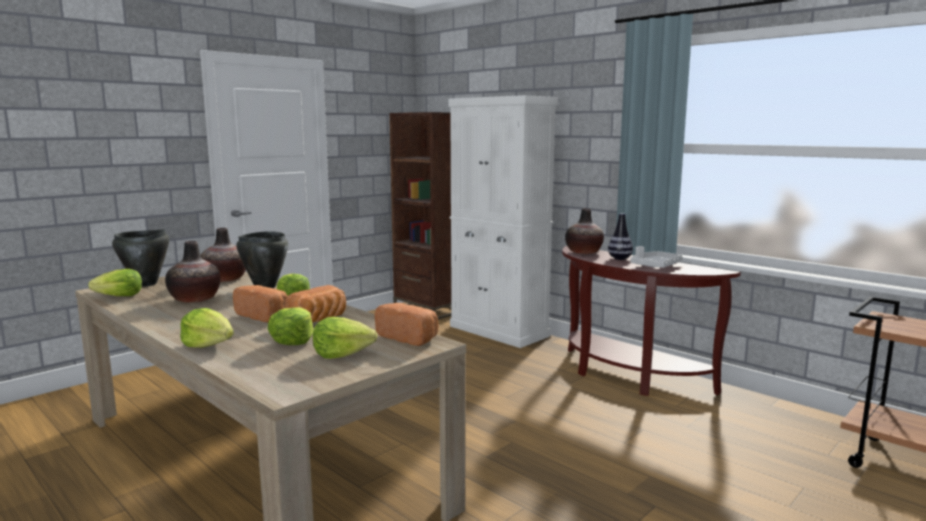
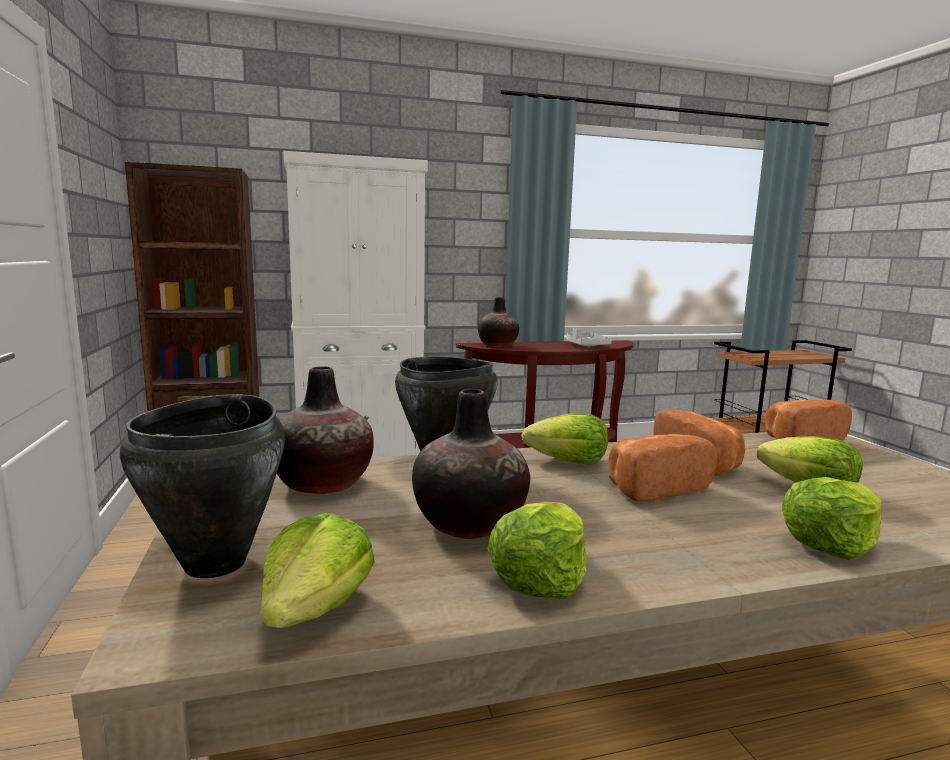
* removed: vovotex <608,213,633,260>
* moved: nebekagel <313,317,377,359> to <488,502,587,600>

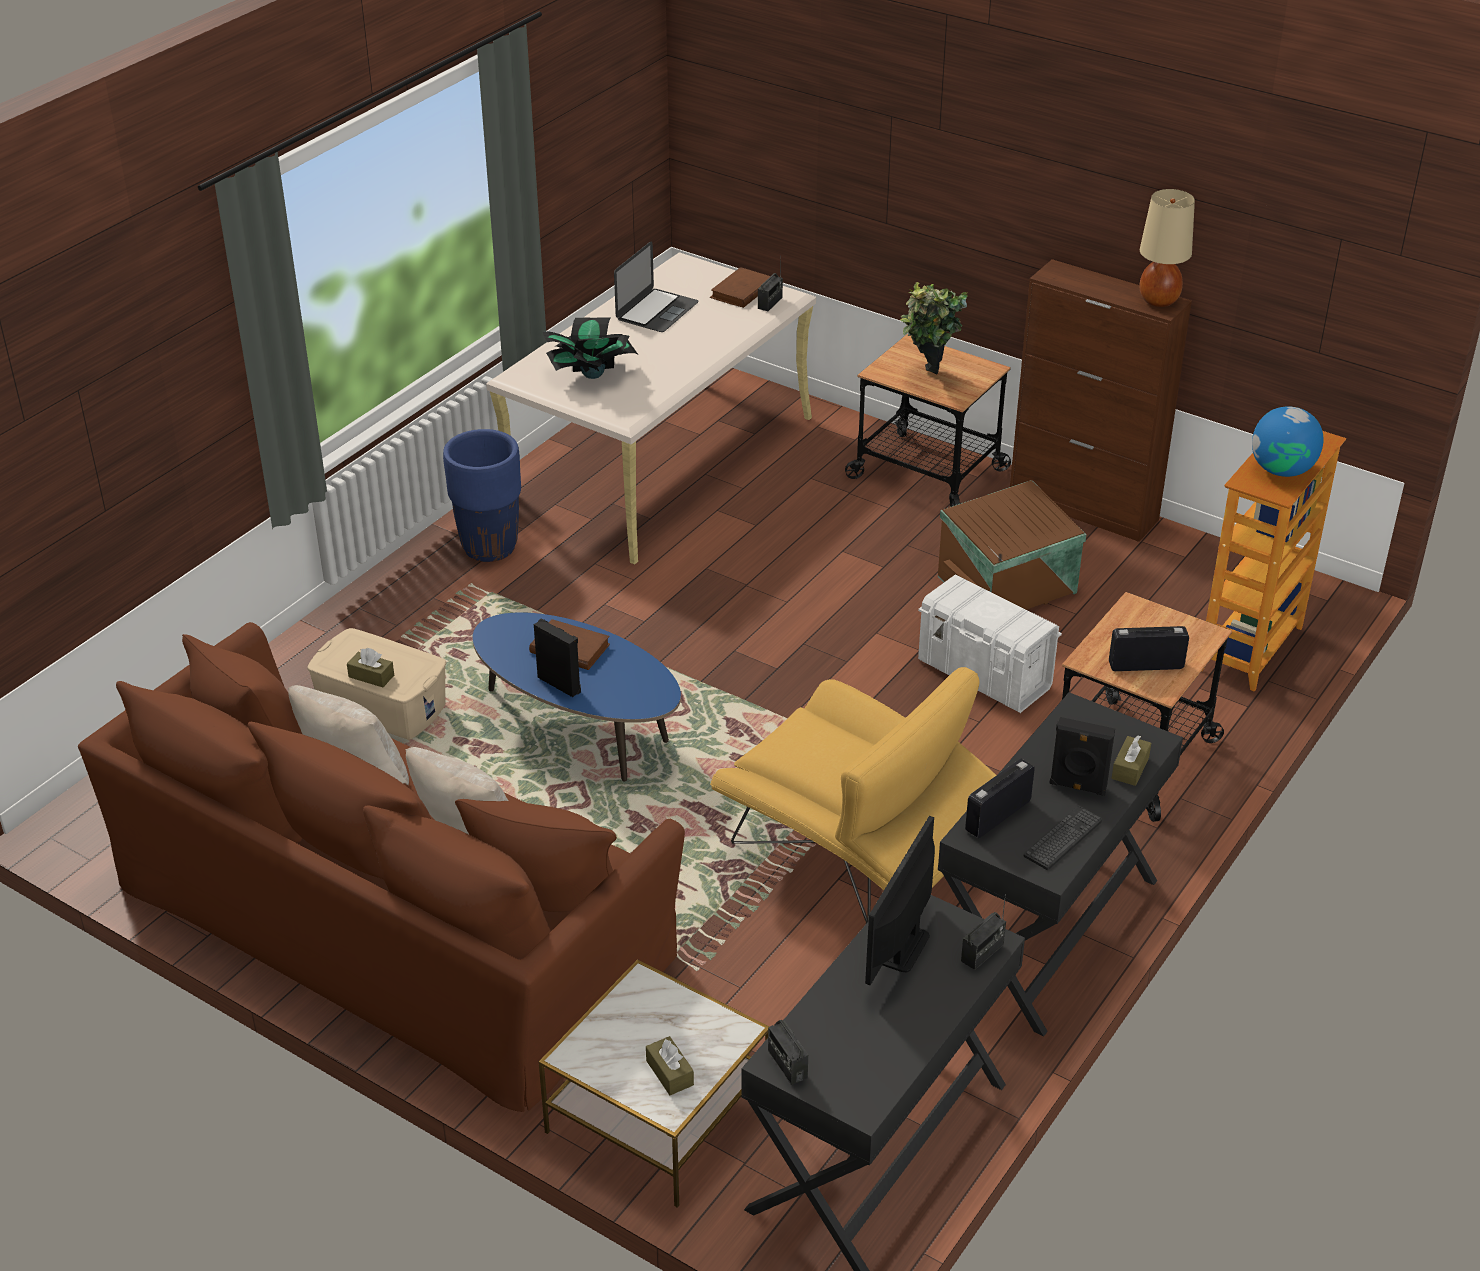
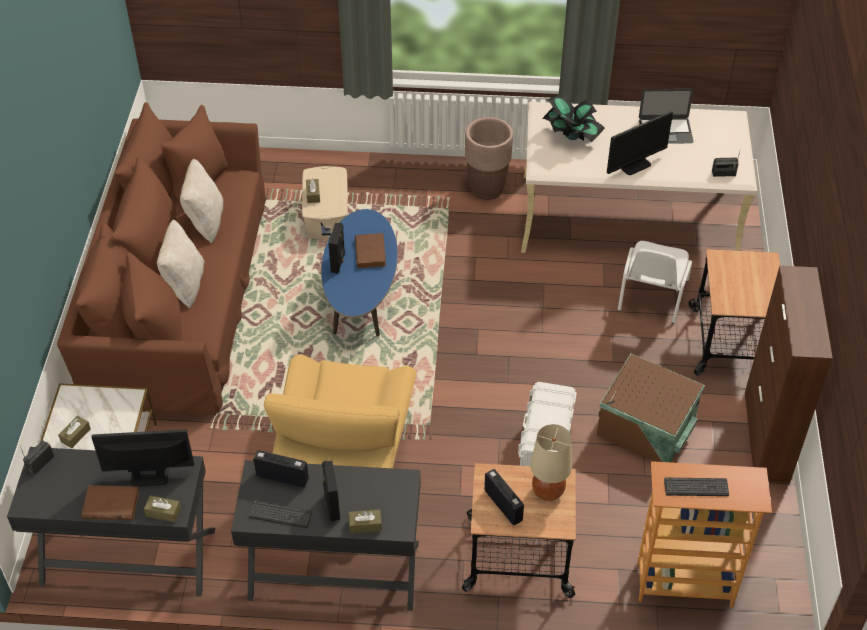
* removed: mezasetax <900,282,968,375>
* added: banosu <607,111,673,175>
* added: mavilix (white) <618,241,692,324>
* moved: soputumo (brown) <710,267,770,308> to <82,485,140,520>
* moved: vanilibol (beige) <1140,189,1195,307> to <530,424,572,501>
* replaced: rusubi <961,894,1006,970> to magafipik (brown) <144,495,181,522>
* replaced: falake <1252,407,1323,477> to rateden <664,478,729,496>
* recoloured: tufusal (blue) <443,429,521,562> to tufusal (brown) <465,117,513,200>

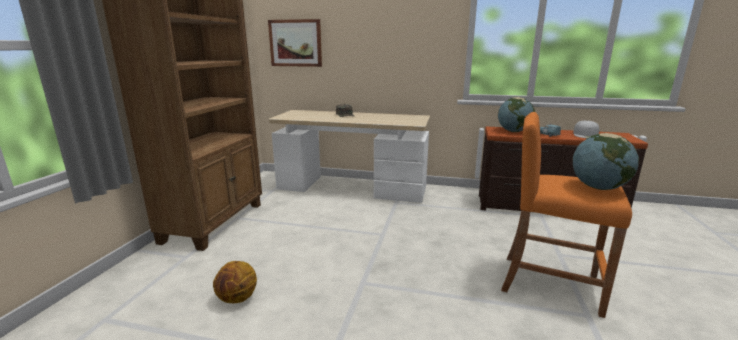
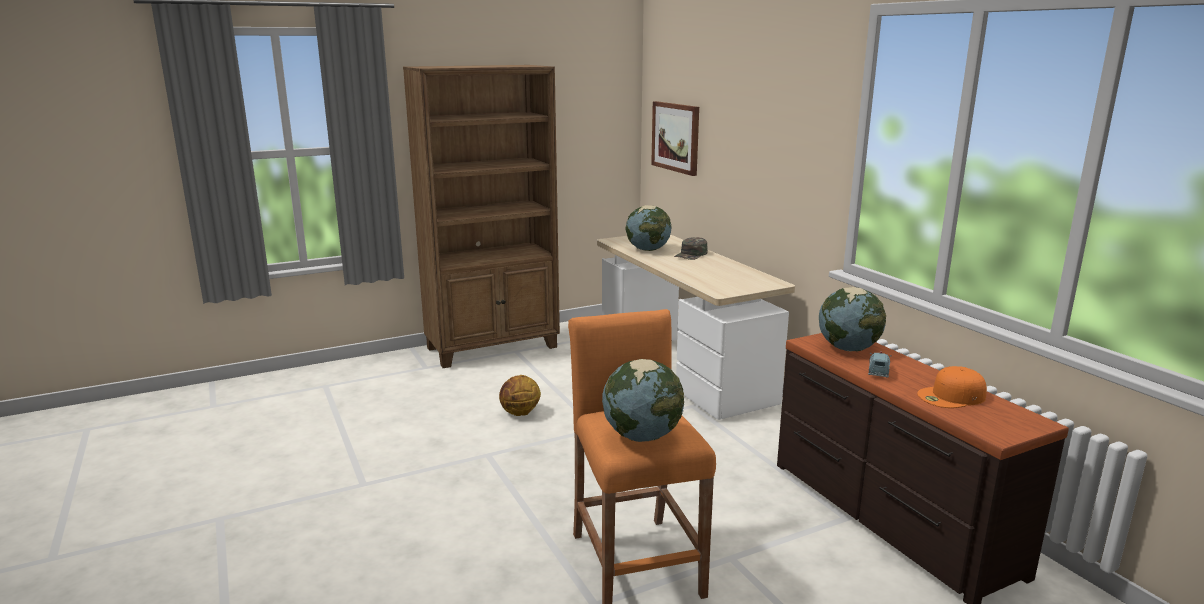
* added: falake <626,205,672,251>
* moved: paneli <213,261,257,303> to <499,375,541,416>
* recoloured: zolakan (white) <573,121,599,138> to zolakan (orange) <917,366,987,408>

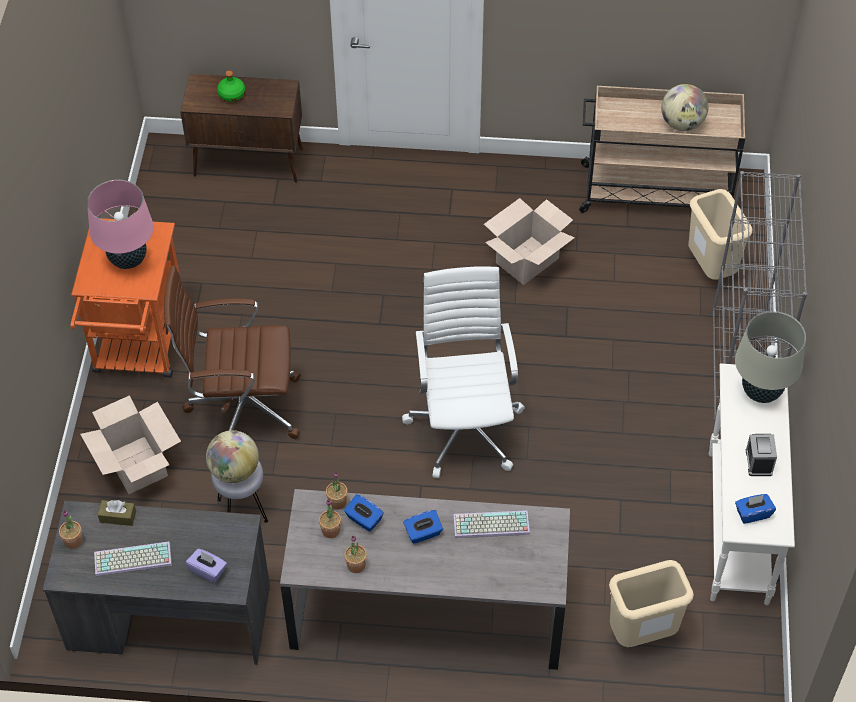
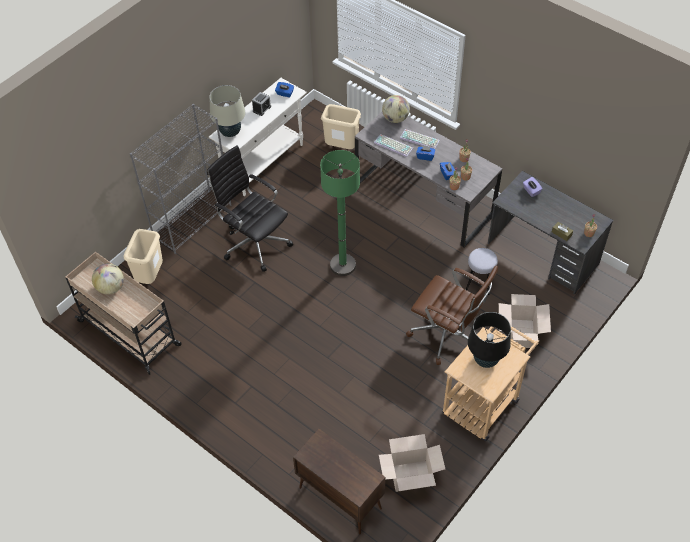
* removed: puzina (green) <217,70,245,102>
* added: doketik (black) <207,145,293,272>
* moved: rateden <94,542,172,576> to <400,129,440,149>
* moved: falake <206,430,259,483> to <382,95,410,123>
* moved: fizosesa <484,198,575,285> to <379,434,445,492>
* replaced: doketik (white) <402,266,525,478> to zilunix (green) <320,150,360,276>
* recoloured: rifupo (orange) <71,218,180,378> to rifupo (beige) <443,326,539,441>
* recoloured: vanilibol (pink) <87,180,153,269> to vanilibol (black) <468,312,511,368>

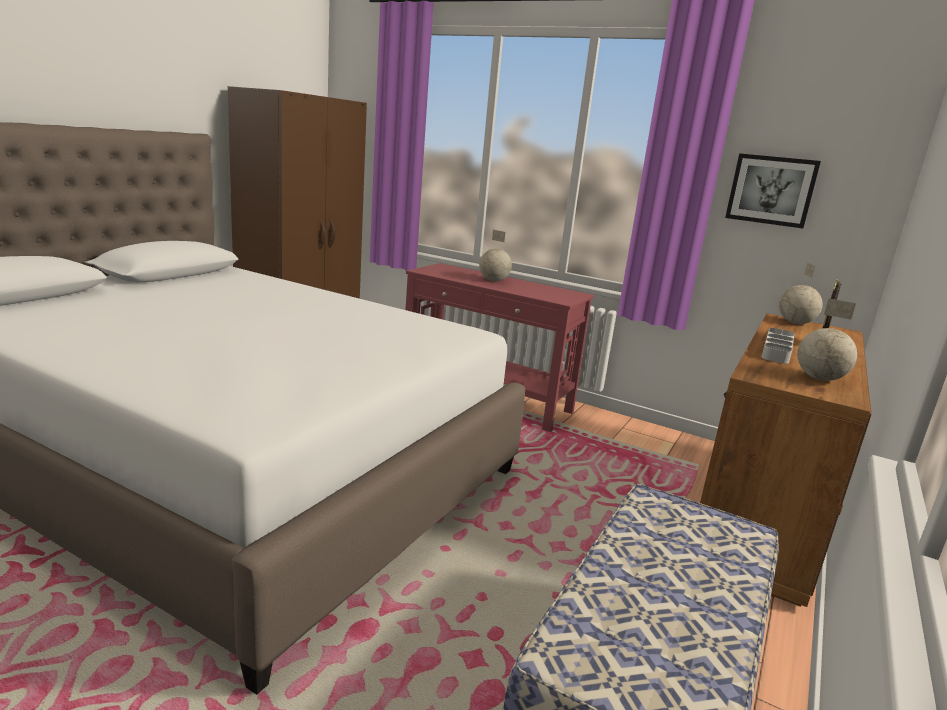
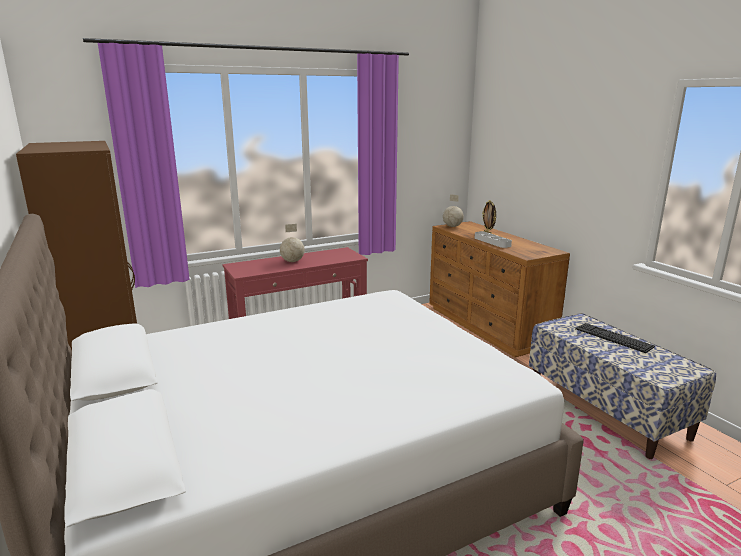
* removed: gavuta <725,153,821,228>
* removed: falake <797,298,857,381>
* added: rateden <575,323,655,353>

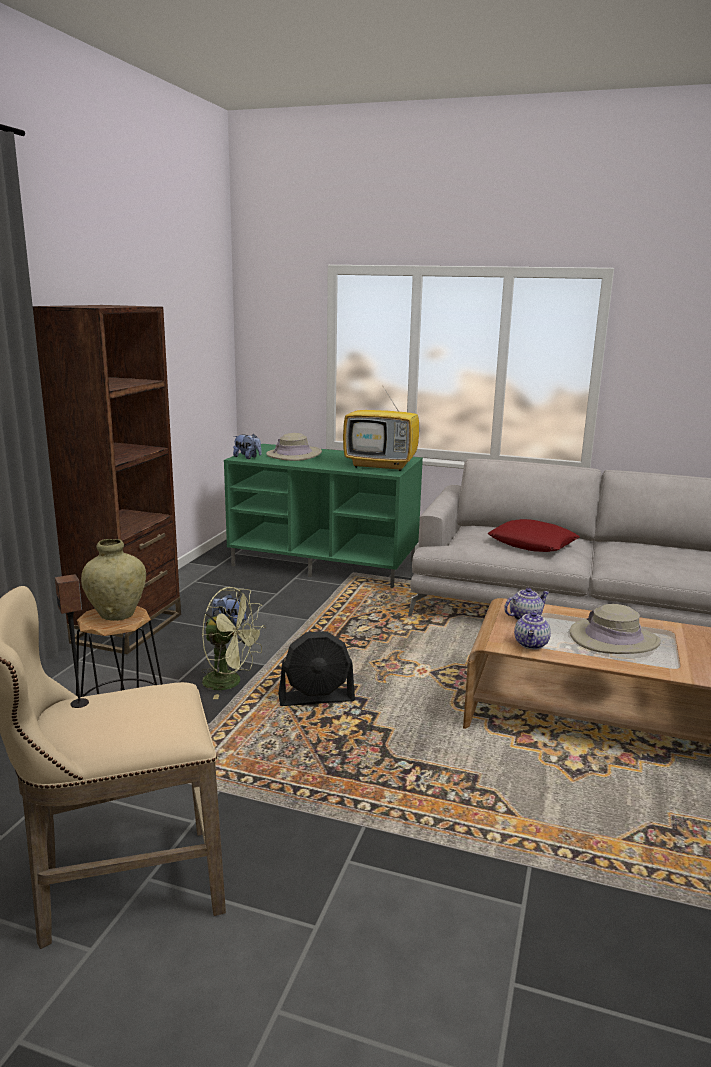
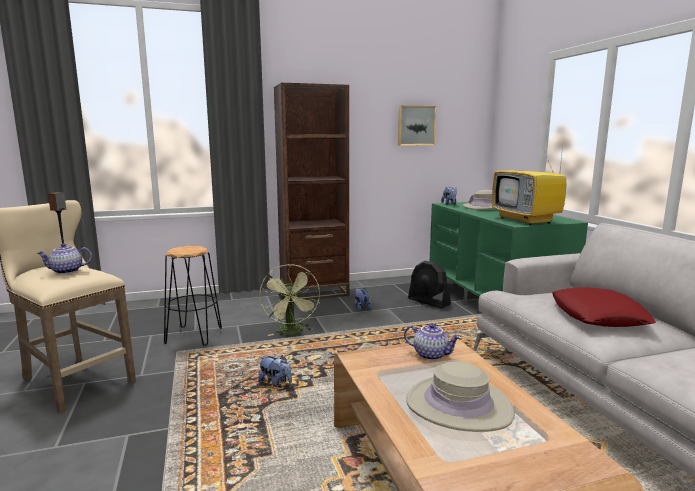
* removed: vovotex (beige) <81,539,146,621>
* added: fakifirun <258,355,292,387>
* added: gavuta <398,105,436,145>
* moved: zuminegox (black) <278,631,355,706> to <408,261,451,308>
* moved: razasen <514,610,551,650> to <38,243,92,274>

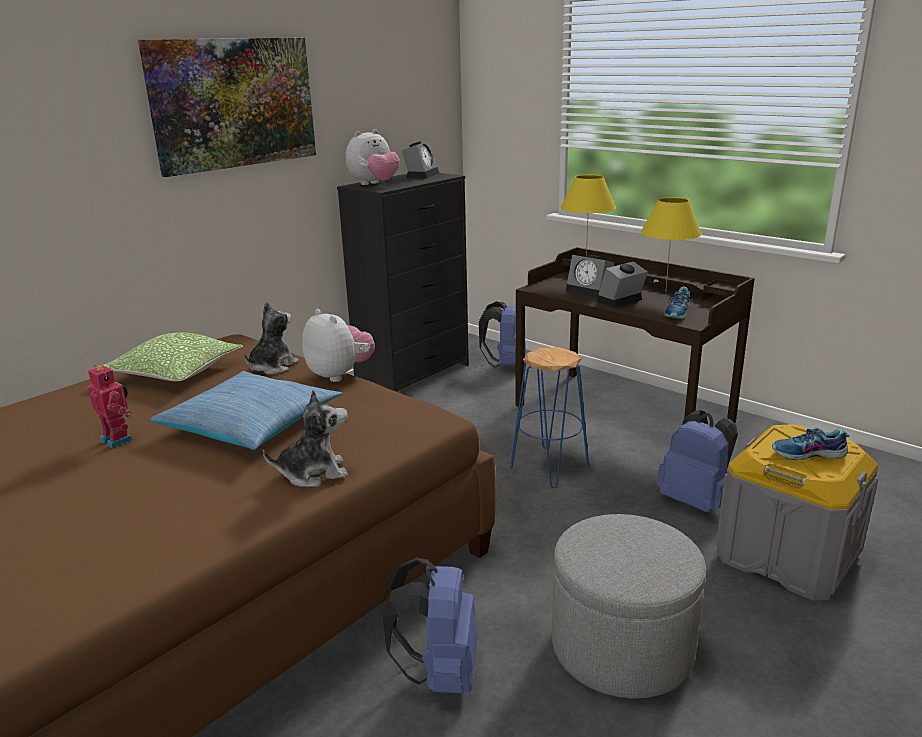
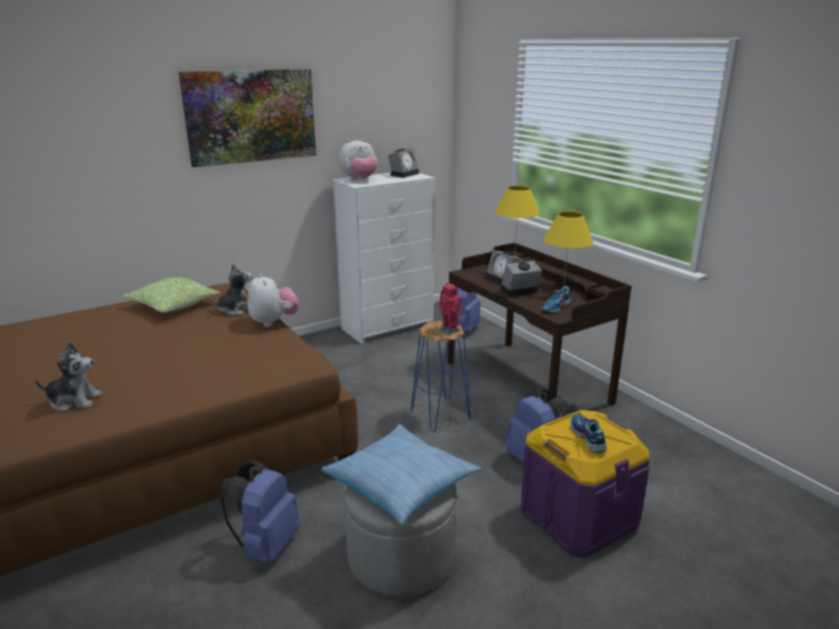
* moved: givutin <87,364,133,448> to <439,283,463,334>
* moved: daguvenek <151,371,343,450> to <321,424,481,525>
* moved: fakifirun <263,390,348,487> to <35,342,102,411>
* recoloured: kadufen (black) <337,173,469,392> to kadufen (white) <333,173,435,344>
* recoloured: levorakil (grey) <716,424,878,601> to levorakil (purple) <521,410,650,558>
* turned: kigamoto <772,428,850,460> = <571,414,607,453> 60 degrees clockwise

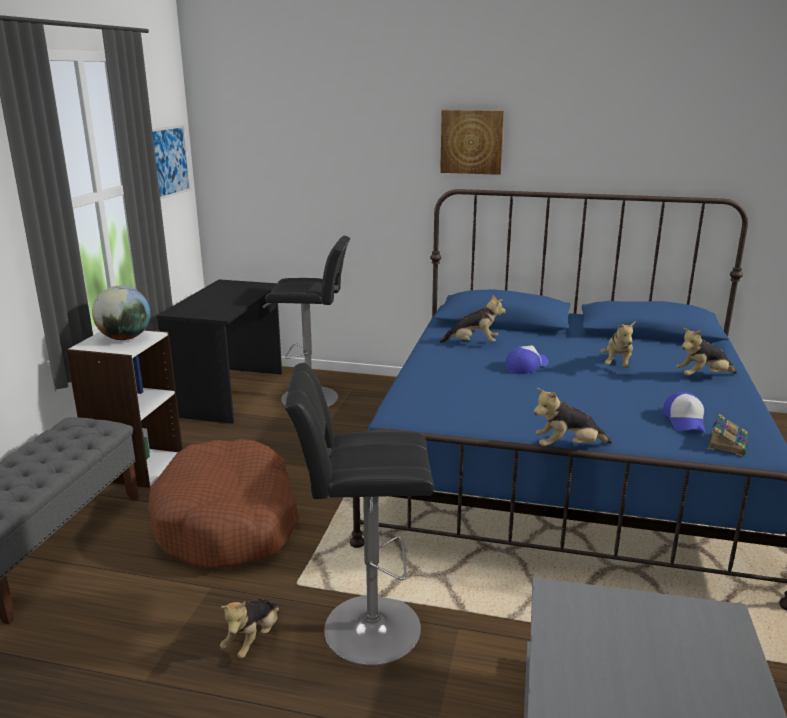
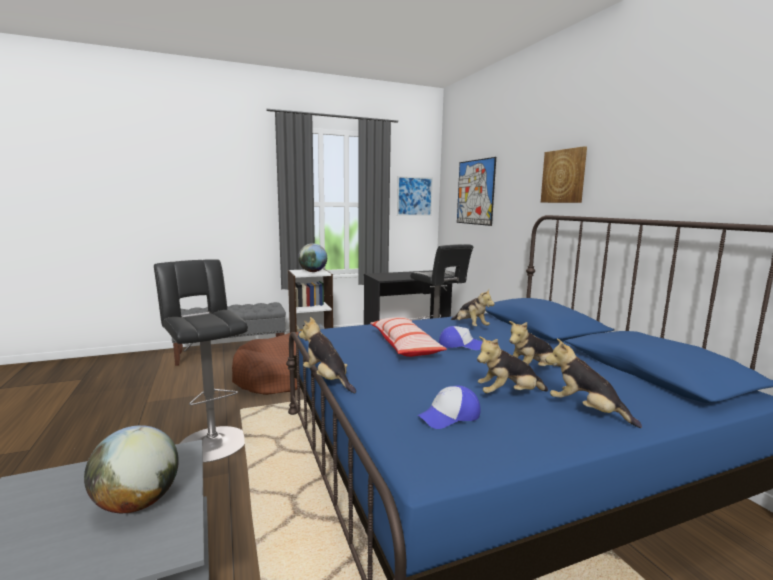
* removed: soputumo <707,414,749,456>
* added: falake <84,425,179,513>
* added: daguvenek <370,317,447,357>
* added: gavuta <457,157,496,226>
* moved: fakifirun <220,599,279,658> to <477,336,548,393>

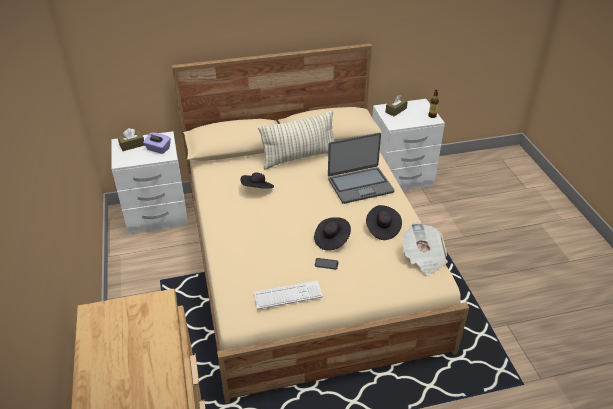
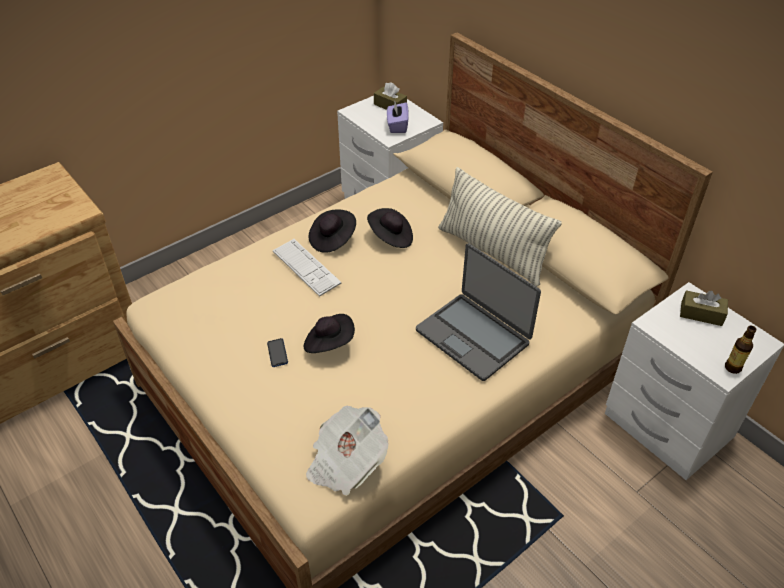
* moved: rateden <254,280,323,309> to <273,239,342,297>
* moved: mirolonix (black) <366,205,402,240> to <309,210,356,253>

